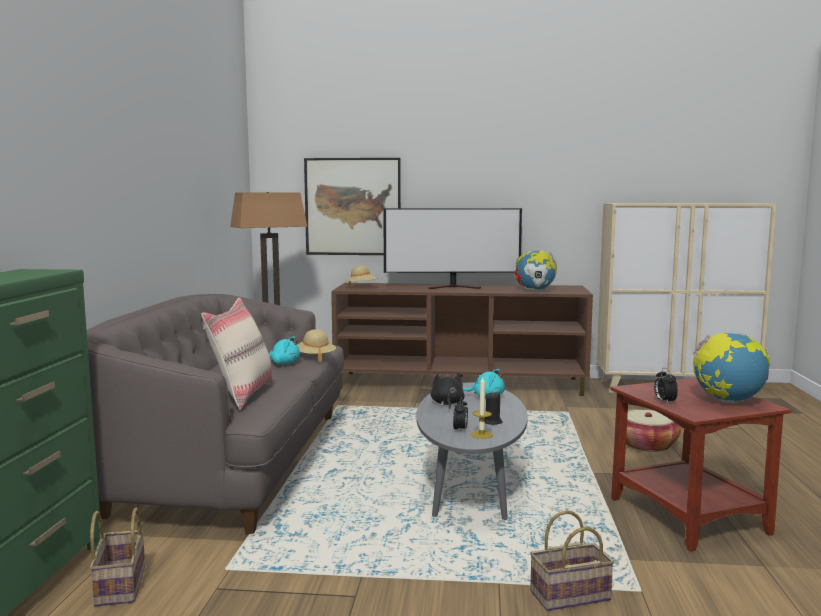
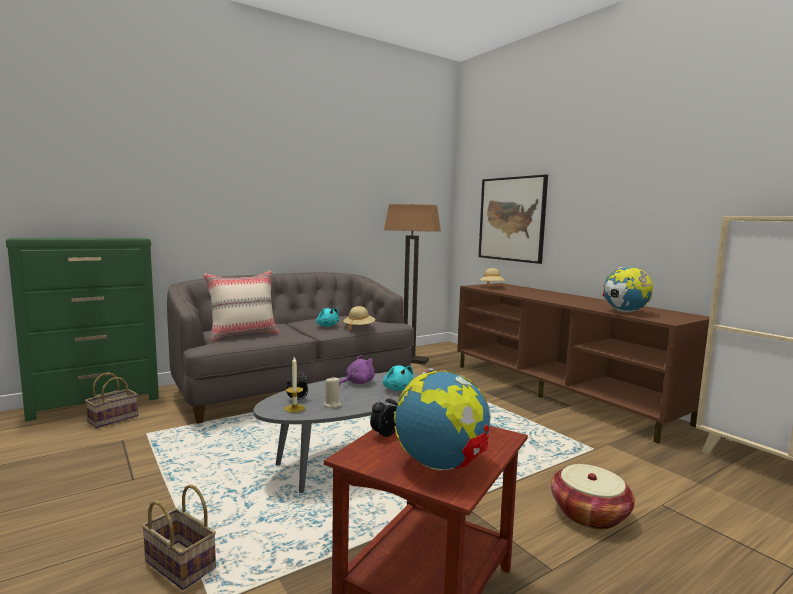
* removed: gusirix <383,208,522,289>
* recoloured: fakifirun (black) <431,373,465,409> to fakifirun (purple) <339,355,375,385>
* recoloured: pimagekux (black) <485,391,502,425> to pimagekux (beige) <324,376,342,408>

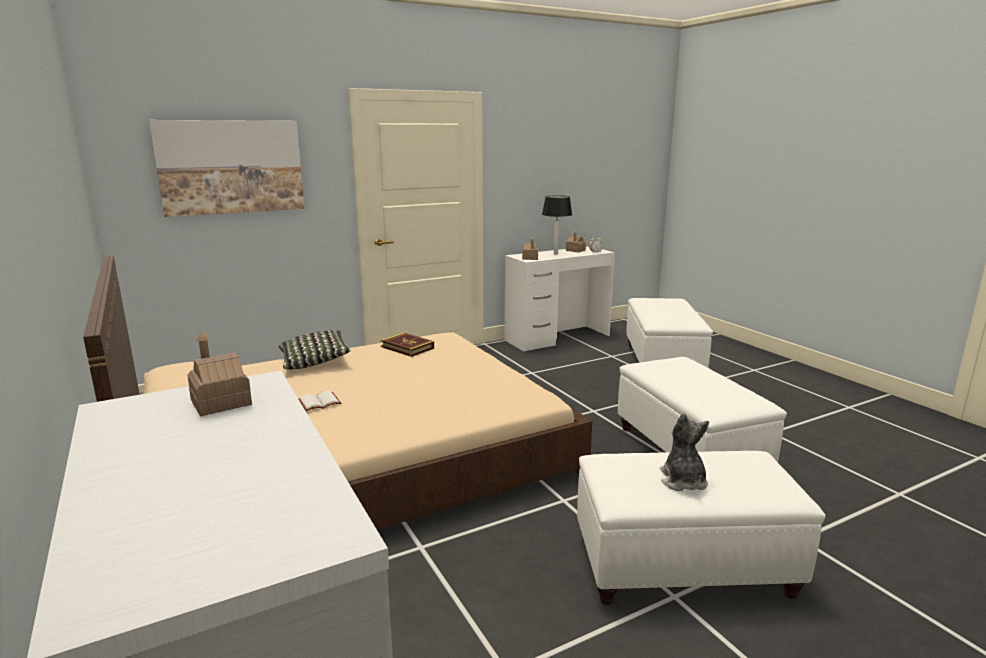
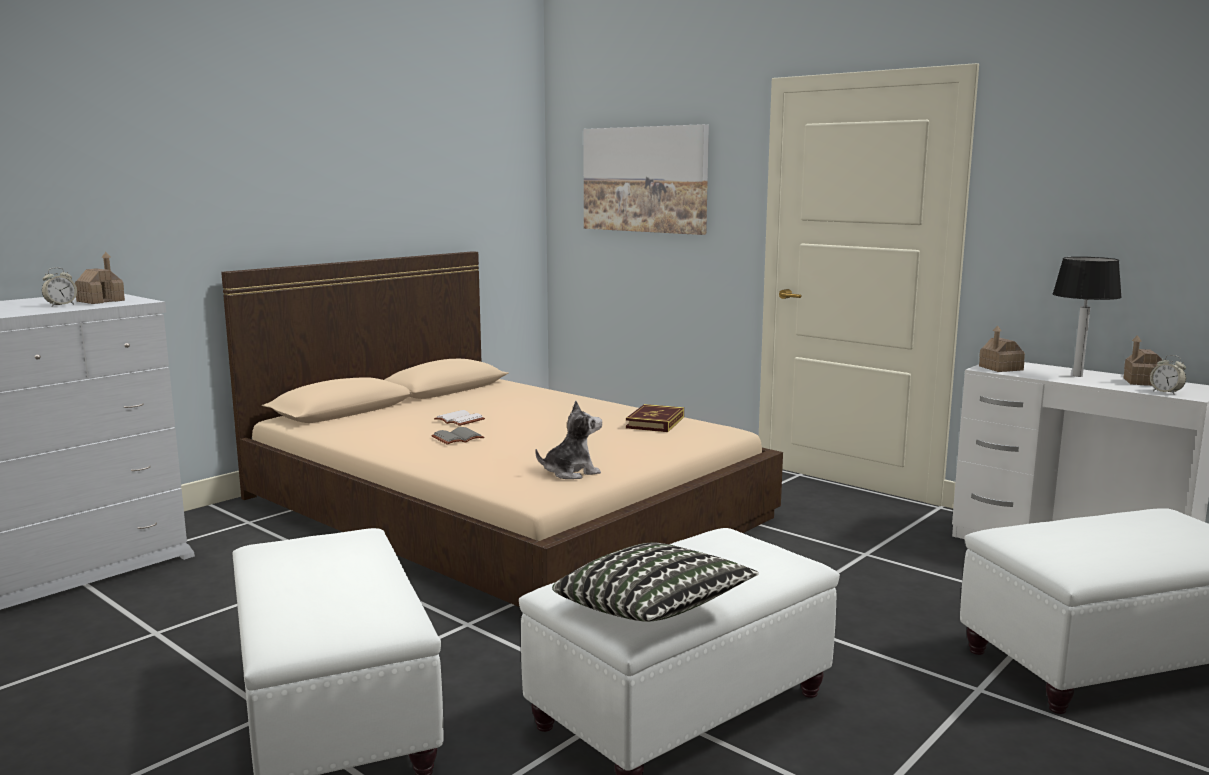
* added: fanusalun <42,267,77,306>
* added: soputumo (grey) <431,427,485,445>
* moved: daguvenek <279,330,351,370> to <552,543,759,622>
* moved: fakifirun <660,413,709,491> to <535,401,602,479>

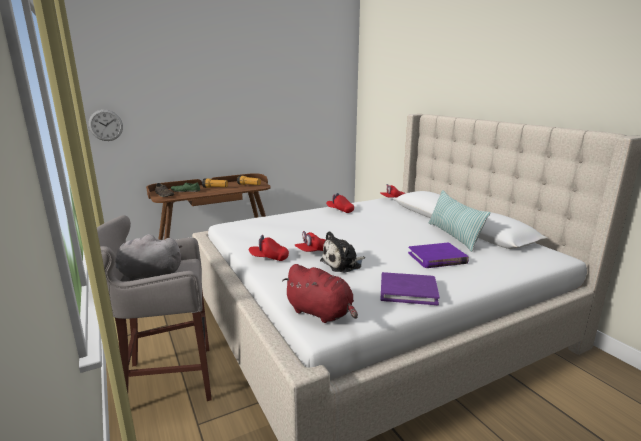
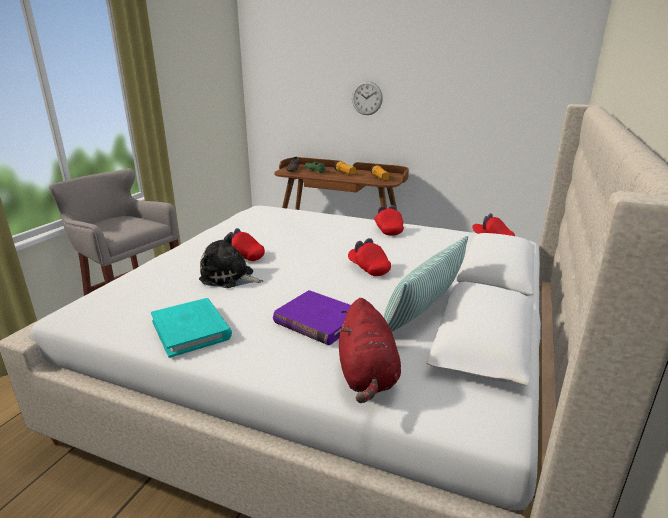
* removed: fakifirun (grey) <115,234,183,281>
* moved: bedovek <88,110,123,141> to <352,81,383,115>
* moved: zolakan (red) <249,235,289,261> to <348,238,391,276>
* moved: fakifirun (red) <282,264,358,323> to <339,298,401,403>
* recoloured: soputumo (purple) <380,272,440,305> to soputumo (turquoise) <151,298,232,358>

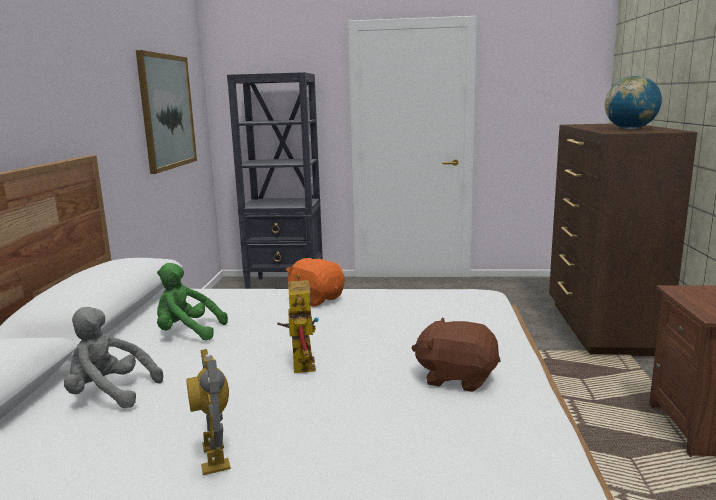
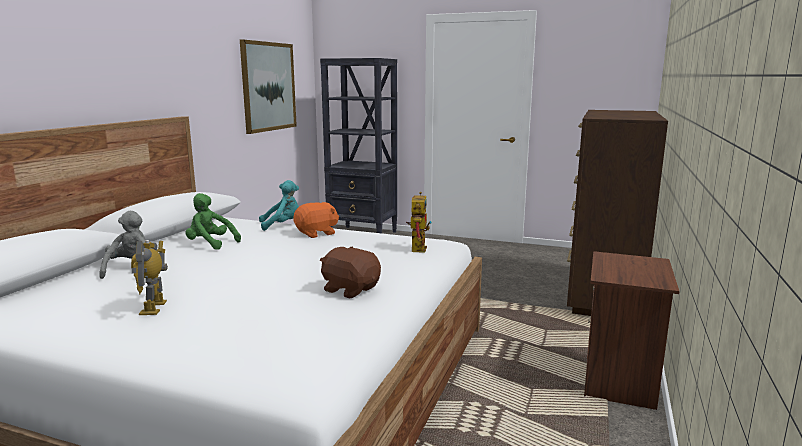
* removed: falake <605,76,662,129>
* added: fakifirun (turquoise) <259,180,299,231>
* moved: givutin <277,274,318,373> to <406,192,432,253>
* turned: fakifirun (grey) <64,307,163,408> = <99,211,145,279> 60 degrees clockwise
* turned: fakifirun (orange) <286,258,345,307> = <293,202,339,238> 90 degrees clockwise

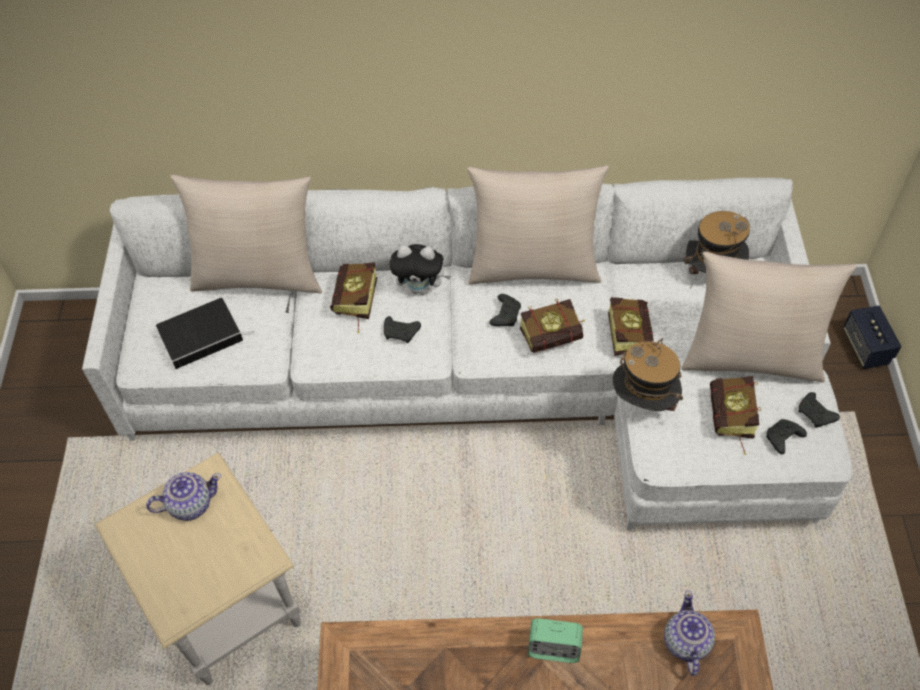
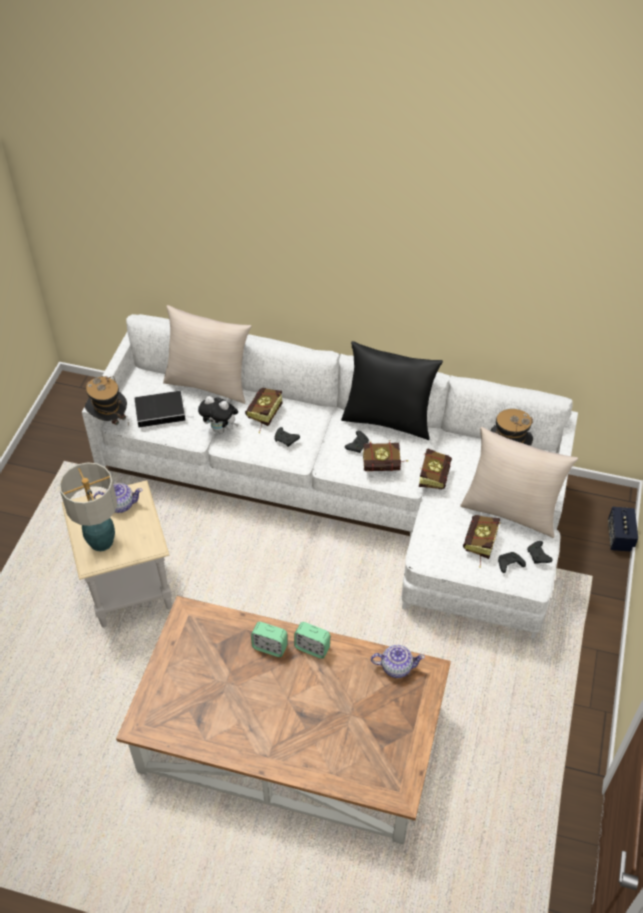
* added: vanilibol <59,462,118,551>
* added: fanusalun <251,622,288,657>
* moved: fakifirun <390,244,451,295> to <198,396,239,434>
* moved: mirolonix <613,338,683,411> to <85,376,129,425>
* recoloured: daguvenek (beige) <467,165,609,285> to daguvenek (black) <341,341,443,440>
* turned: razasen <664,590,715,676> = <371,645,425,678> 75 degrees clockwise

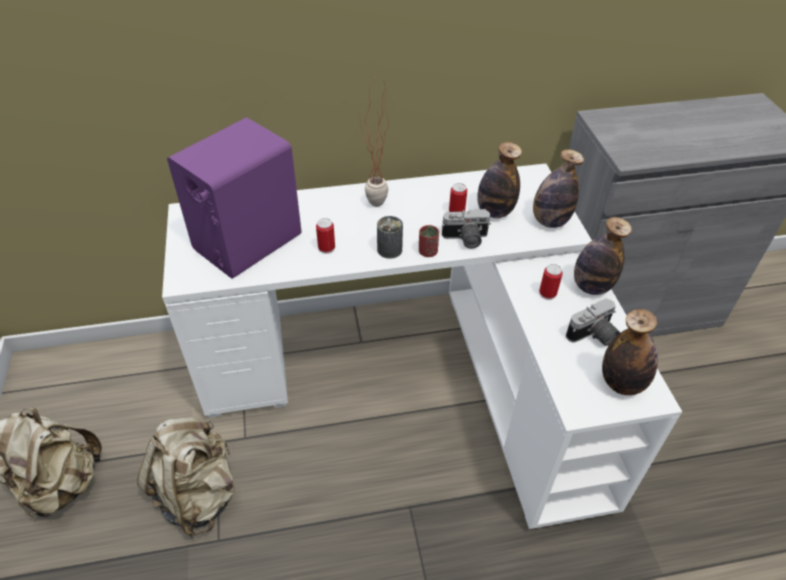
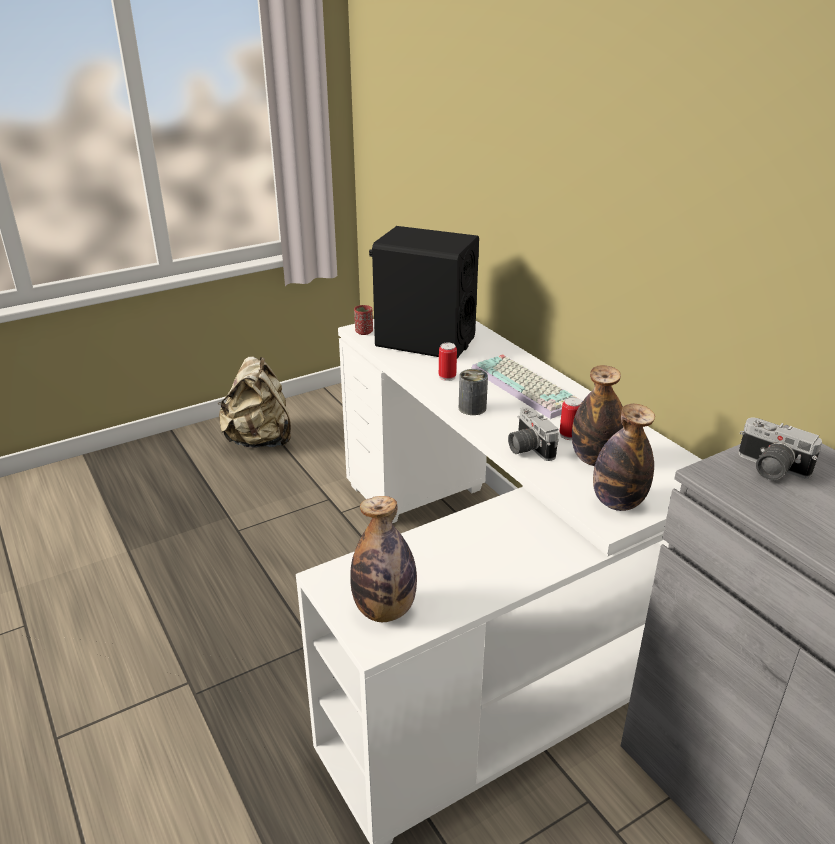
* removed: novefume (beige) <137,417,235,538>
* removed: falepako <539,264,563,300>
* removed: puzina <574,217,632,295>
* moved: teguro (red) <419,225,439,257> to <354,305,373,335>
* moved: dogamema <566,298,620,346> to <739,417,822,480>
* replaced: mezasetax <355,78,389,207> to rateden <471,354,583,419>
* recoloured: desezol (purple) <167,117,302,279> to desezol (black) <369,226,479,358>

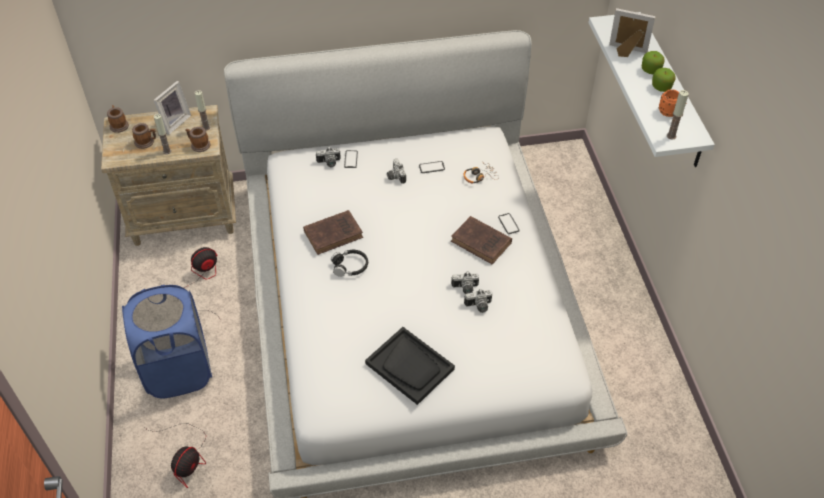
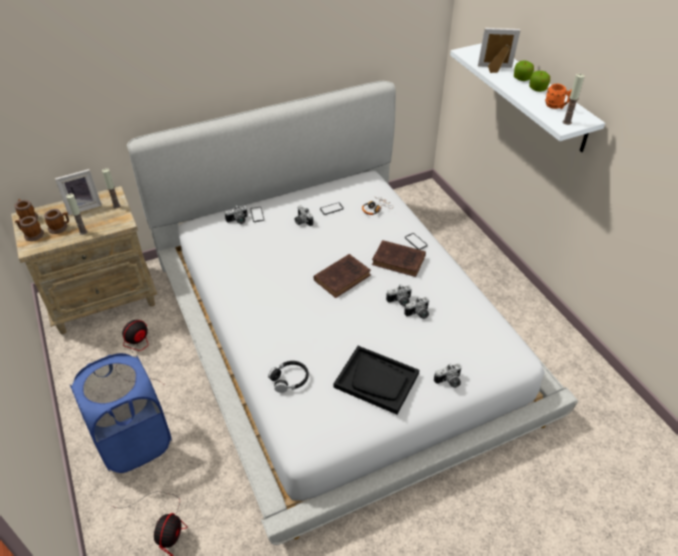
* added: dogamema <434,363,462,388>
* moved: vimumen <185,127,210,152> to <15,216,44,241>
* moved: soputumo (brown) <303,210,363,255> to <314,254,371,298>
* moved: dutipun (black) <331,250,368,277> to <268,361,309,393>
* turned: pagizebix <154,81,191,135> = <55,169,102,215> 45 degrees clockwise

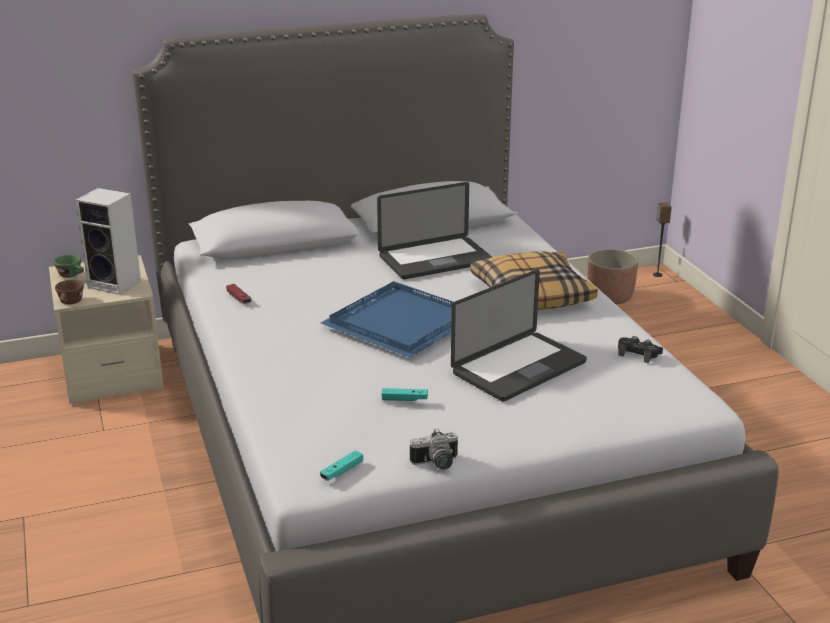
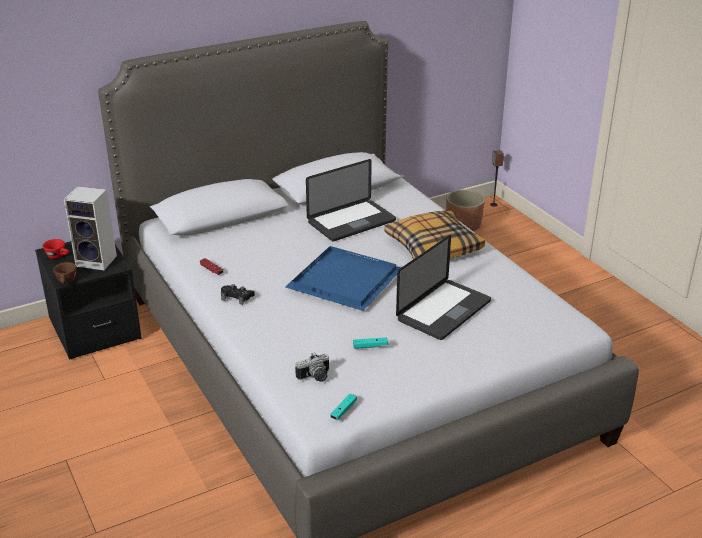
* moved: dogamema <410,428,458,470> to <295,352,329,382>
* moved: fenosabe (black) <618,336,663,363> to <221,284,255,305>
* recoloured: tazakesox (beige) <49,255,164,404> to tazakesox (black) <35,241,142,360>
* recoloured: teguro (green) <54,254,84,278> to teguro (red) <43,239,69,259>

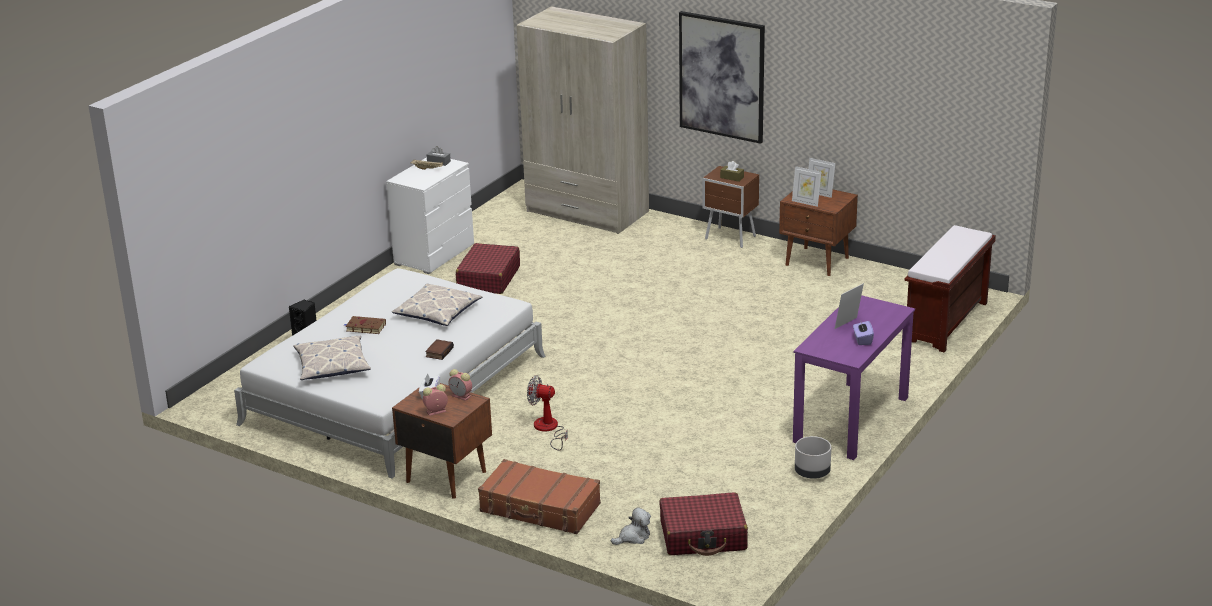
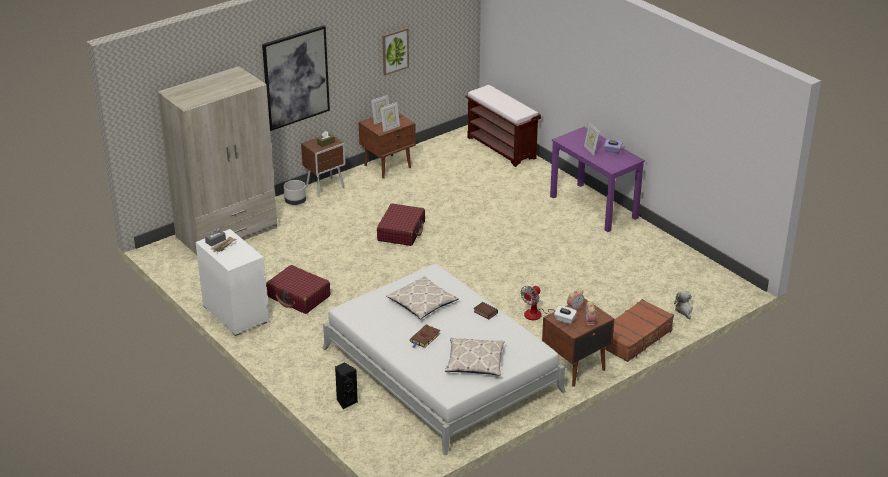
* added: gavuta <382,28,409,75>
* moved: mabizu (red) <660,492,748,556> to <377,203,425,246>
* moved: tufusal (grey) <795,436,831,479> to <284,180,306,205>

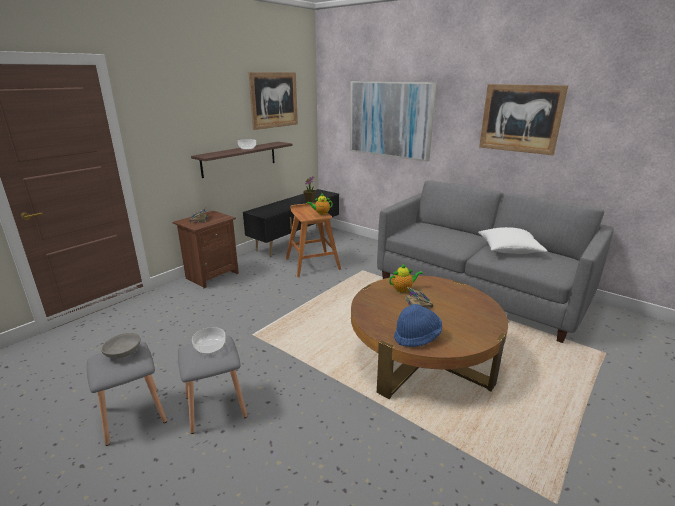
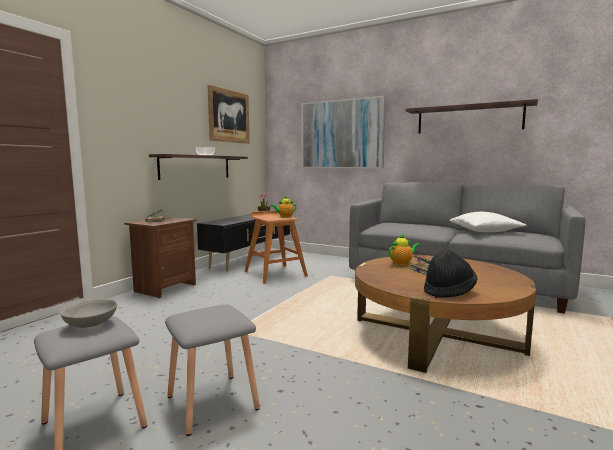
* removed: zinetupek <192,327,226,355>
* replaced: gavuta <479,84,568,155> to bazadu <406,99,538,133>
* recoloured: mirolonix (blue) <394,304,442,347> to mirolonix (black) <424,249,478,298>

